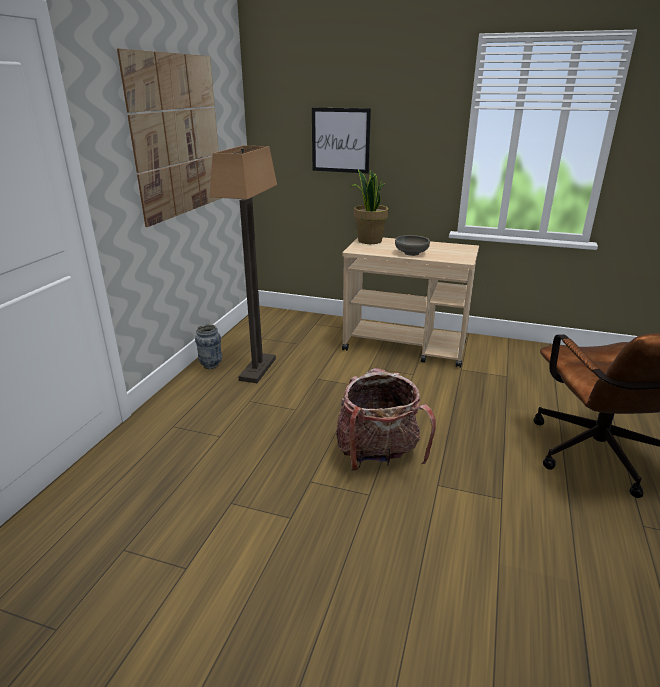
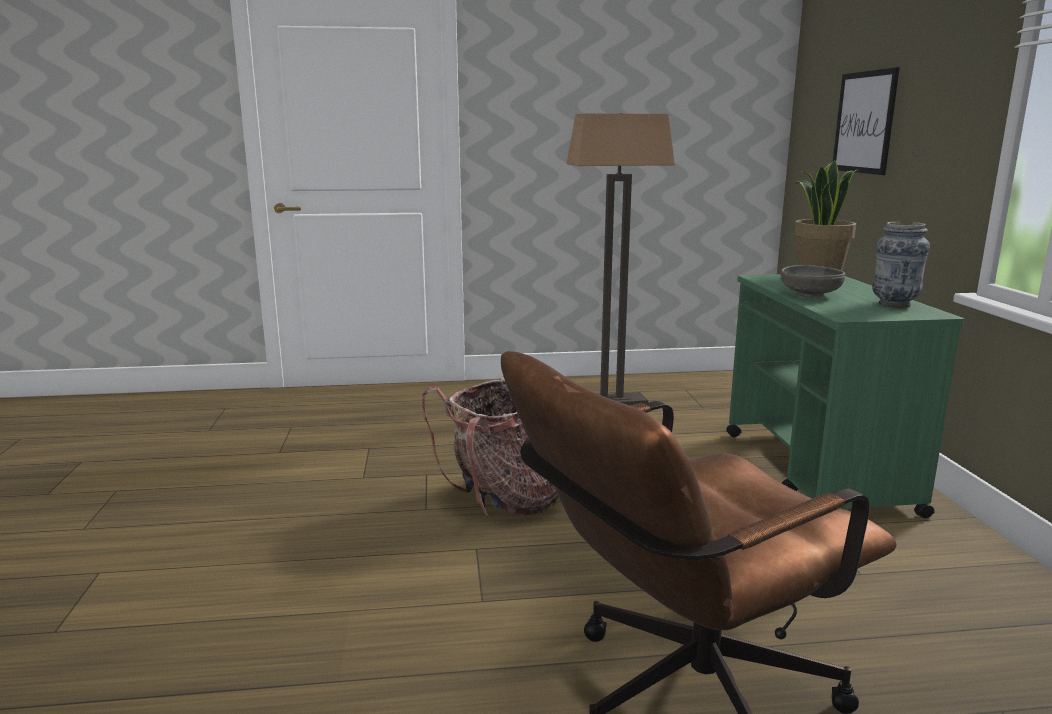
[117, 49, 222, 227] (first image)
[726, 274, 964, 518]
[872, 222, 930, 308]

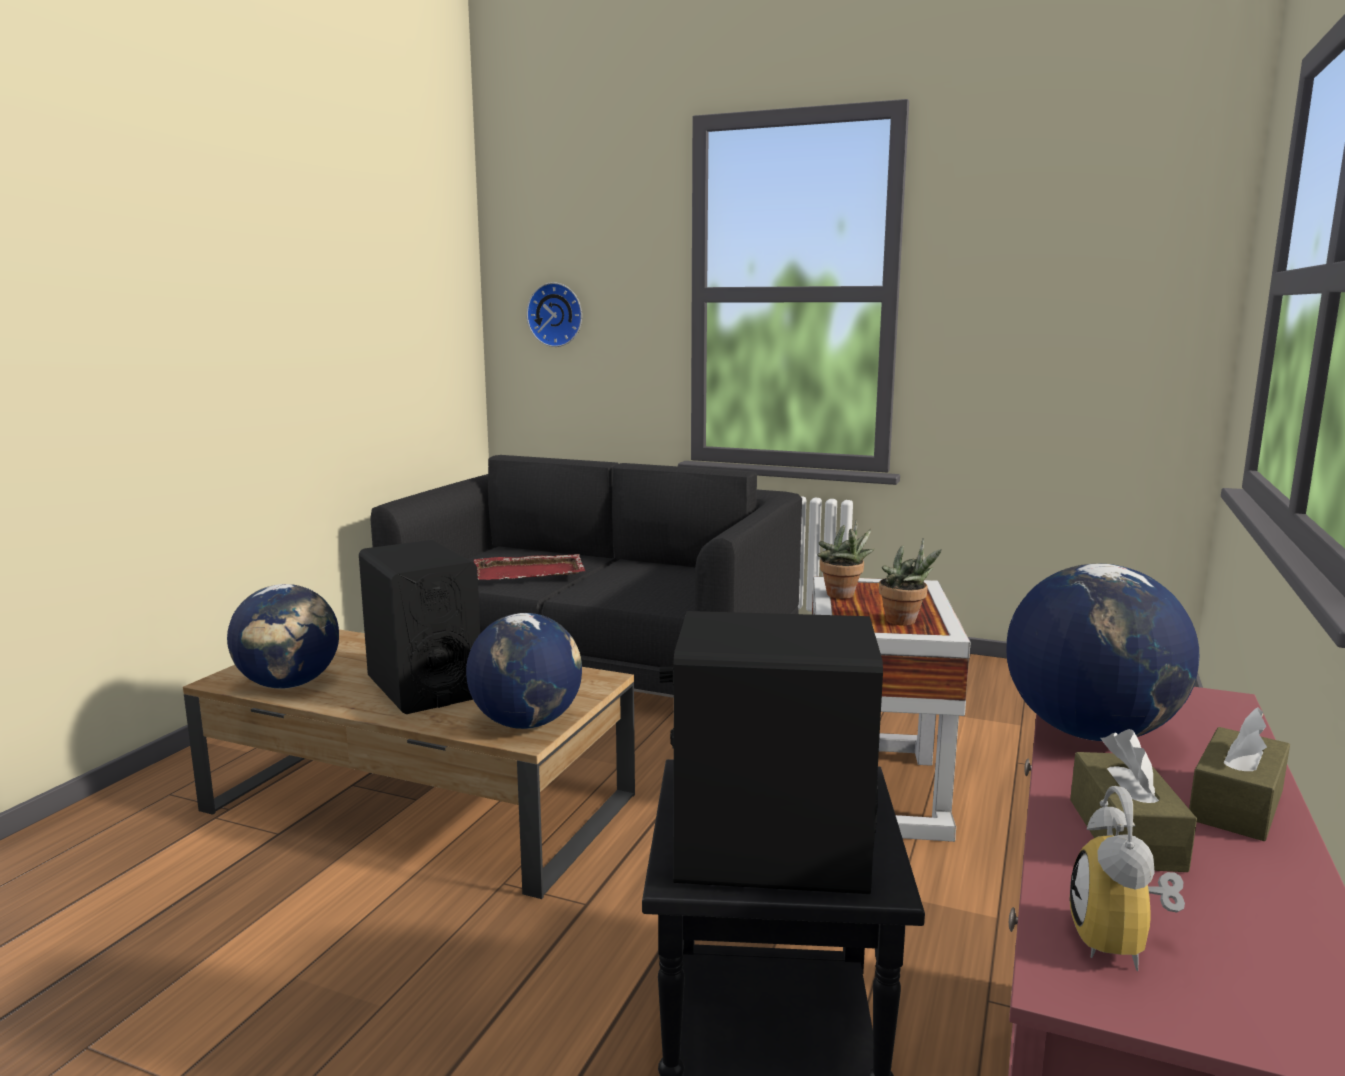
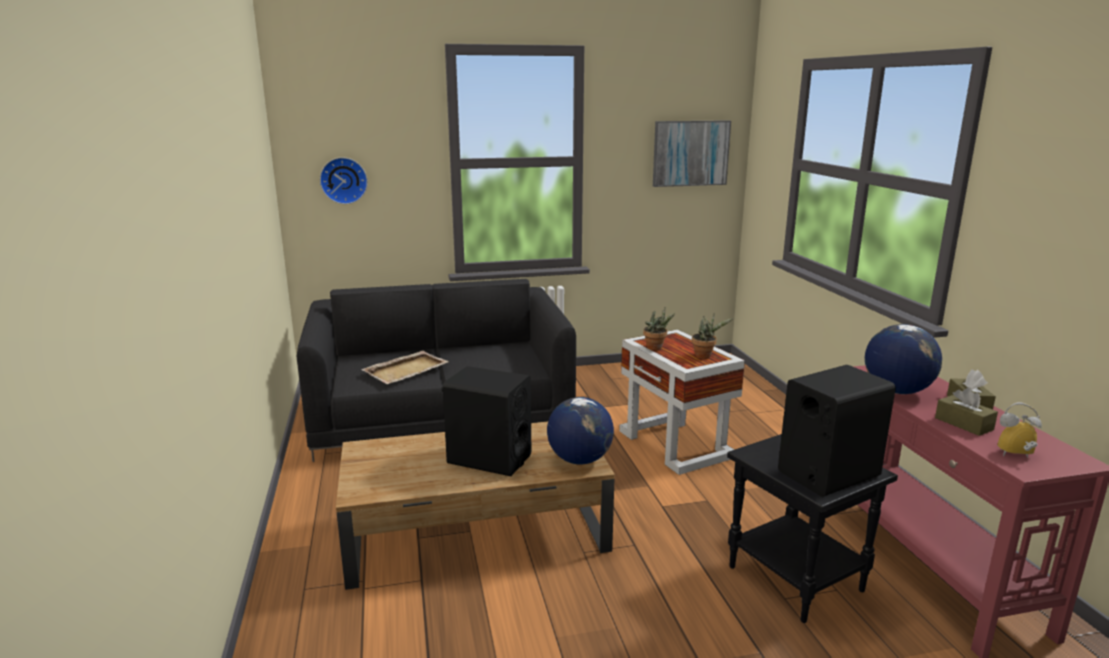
[361, 351, 449, 384]
[227, 584, 339, 689] (first image)
[997, 402, 1042, 458]
[653, 120, 731, 187]

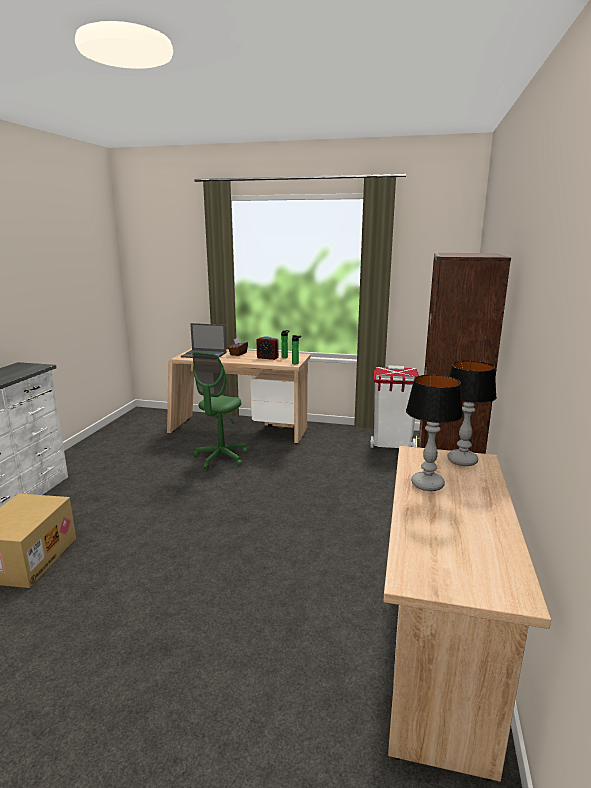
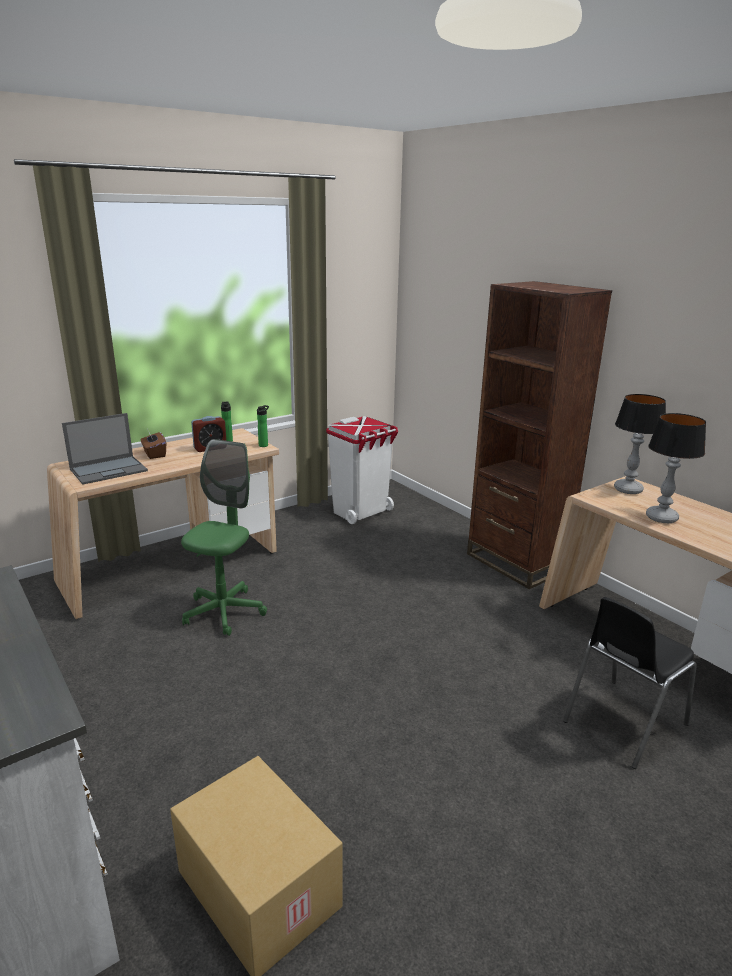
[181, 439, 267, 636]
[563, 597, 697, 769]

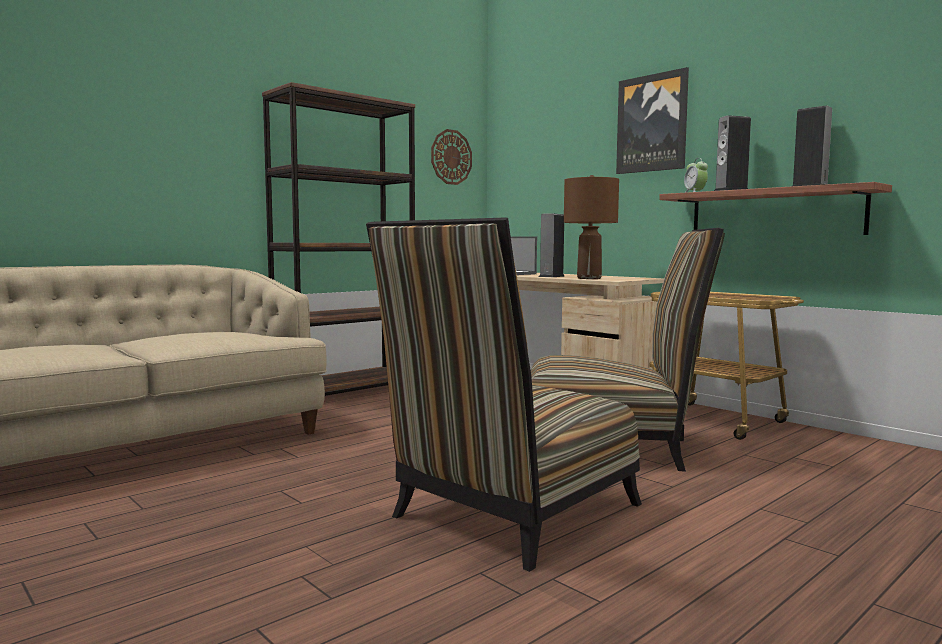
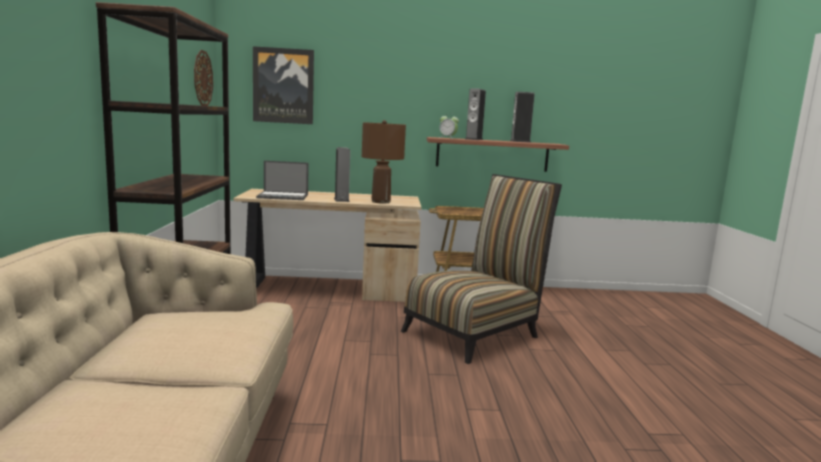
[253, 46, 314, 124]
[366, 217, 642, 572] (first image)

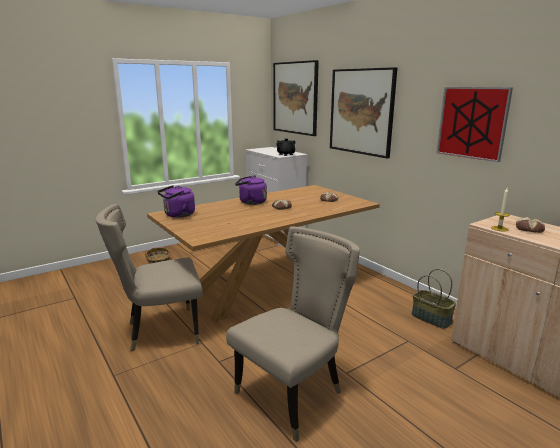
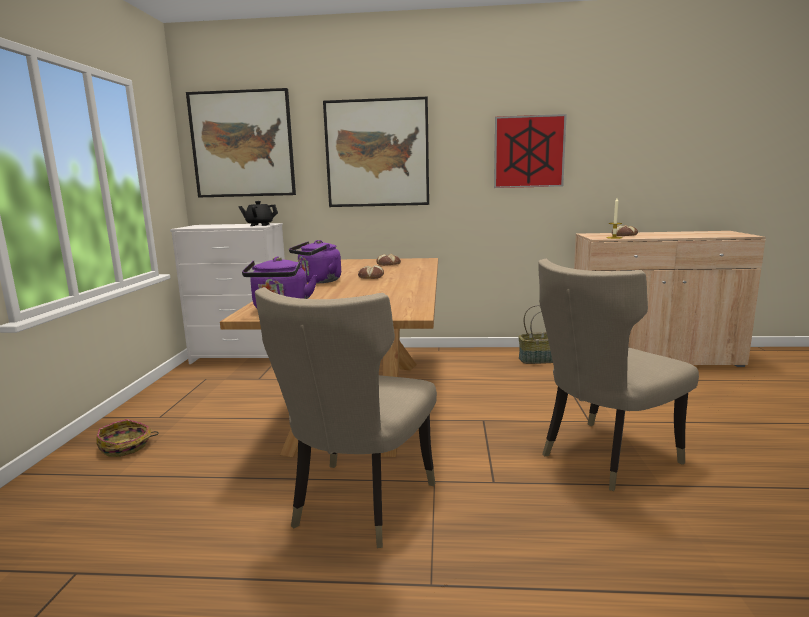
[538, 258, 699, 491]

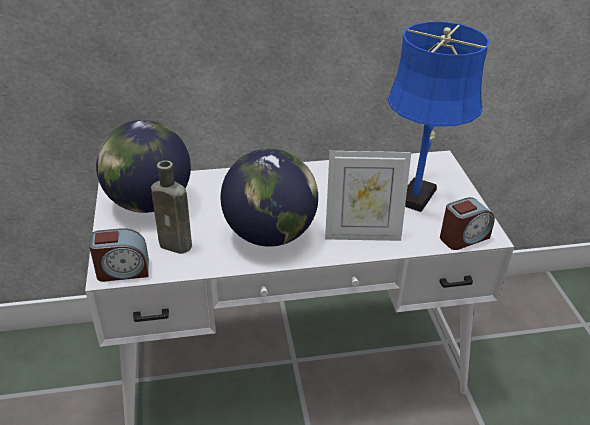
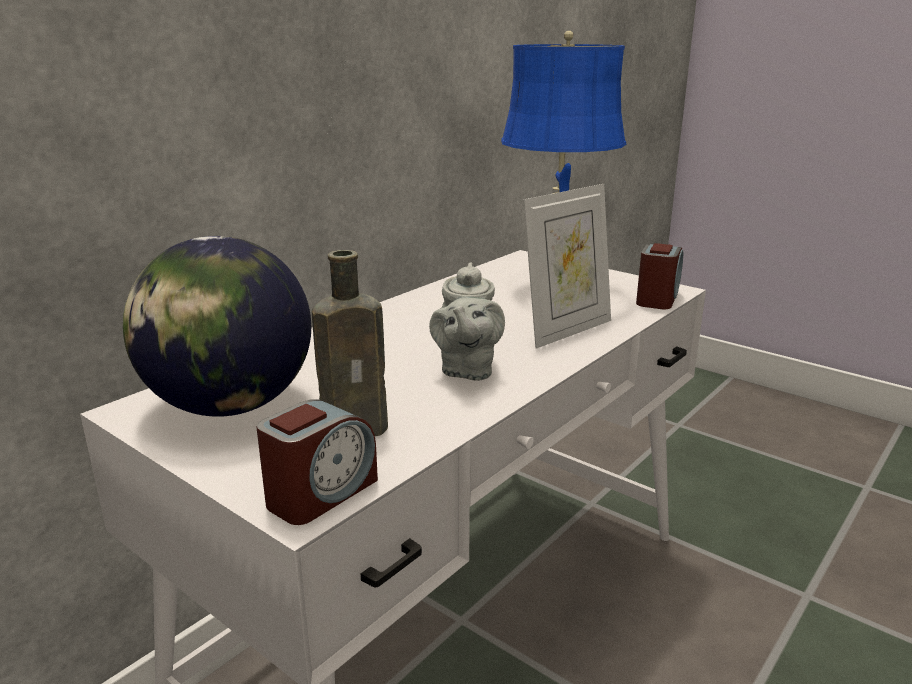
[429, 262, 505, 381]

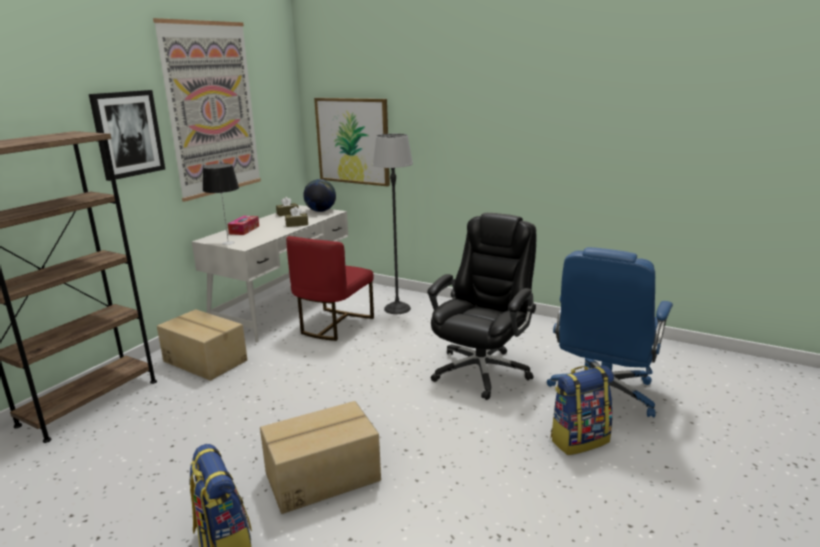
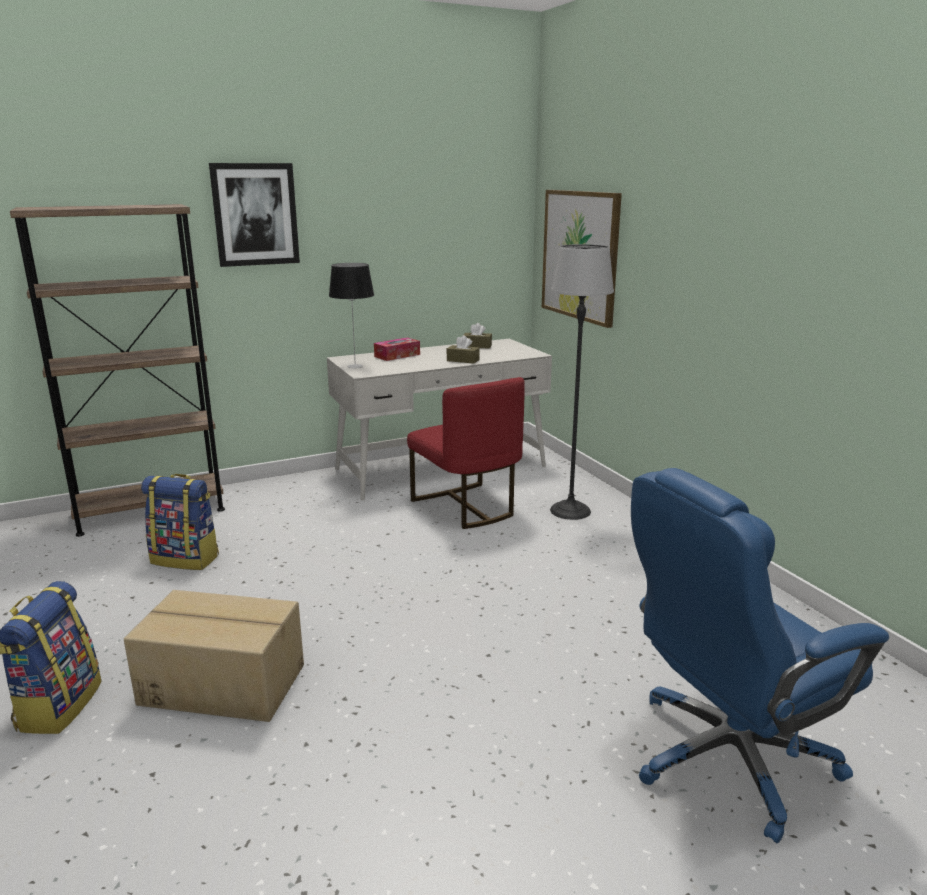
[153, 18, 261, 202] (first image)
[303, 179, 336, 212] (first image)
[427, 213, 536, 400] (first image)
[407, 377, 525, 529]
[157, 309, 247, 381] (first image)
[141, 474, 219, 570]

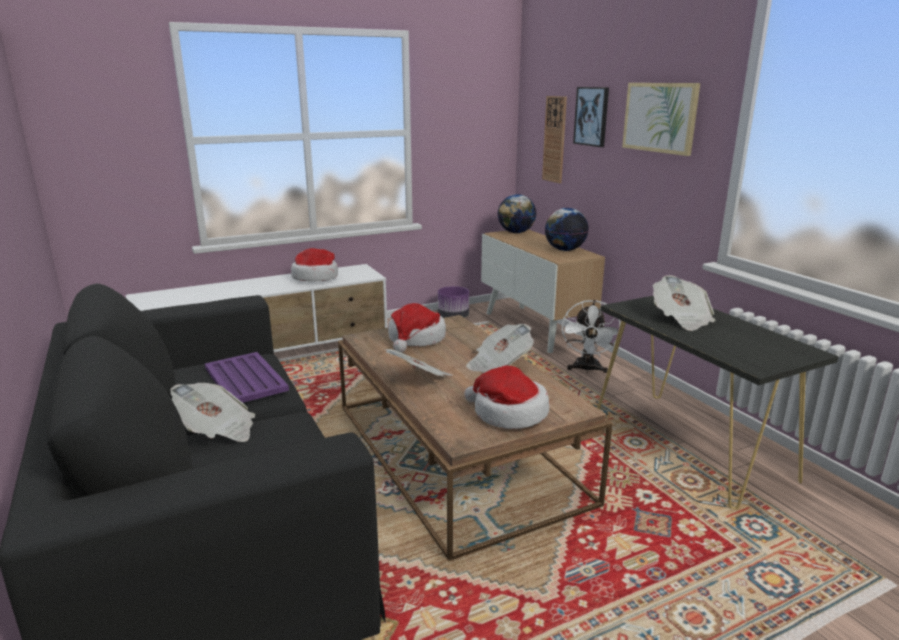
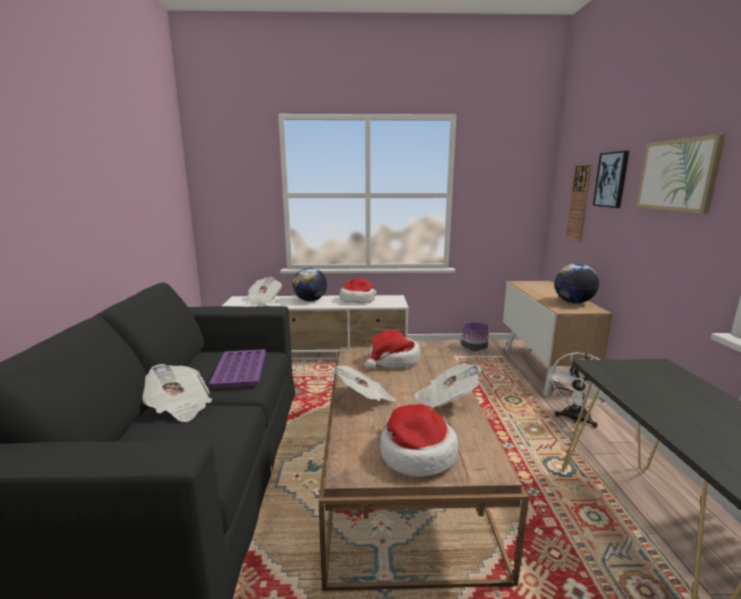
[293, 267, 327, 301]
[247, 277, 282, 306]

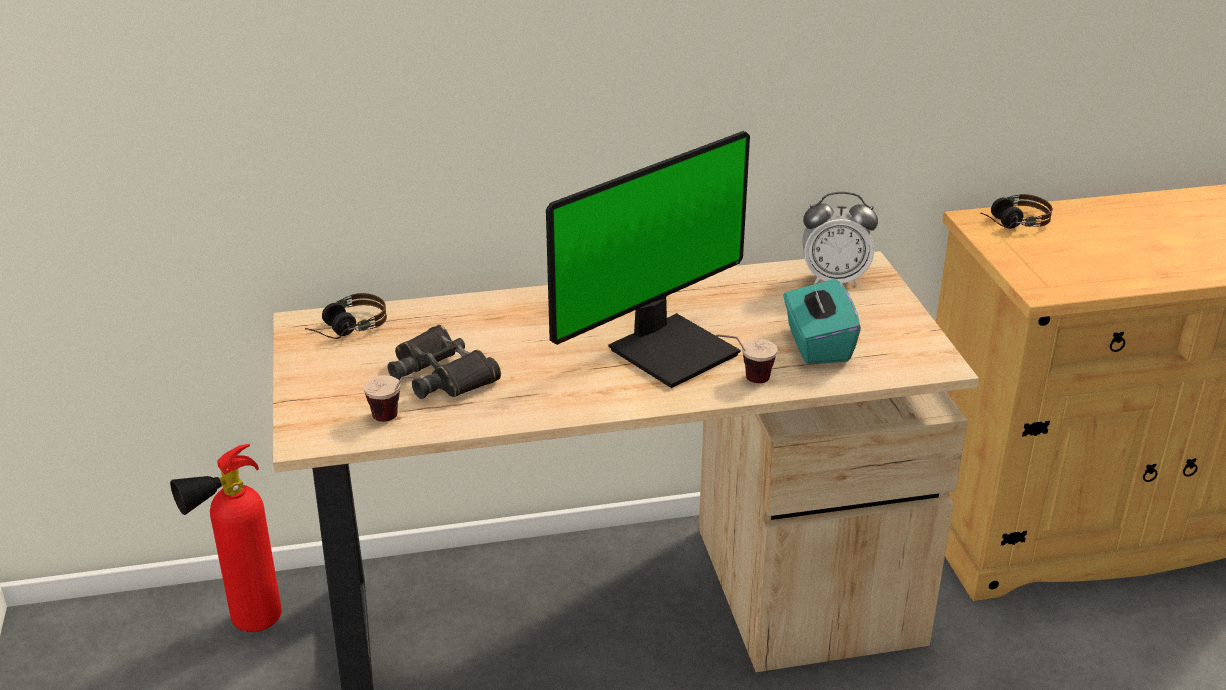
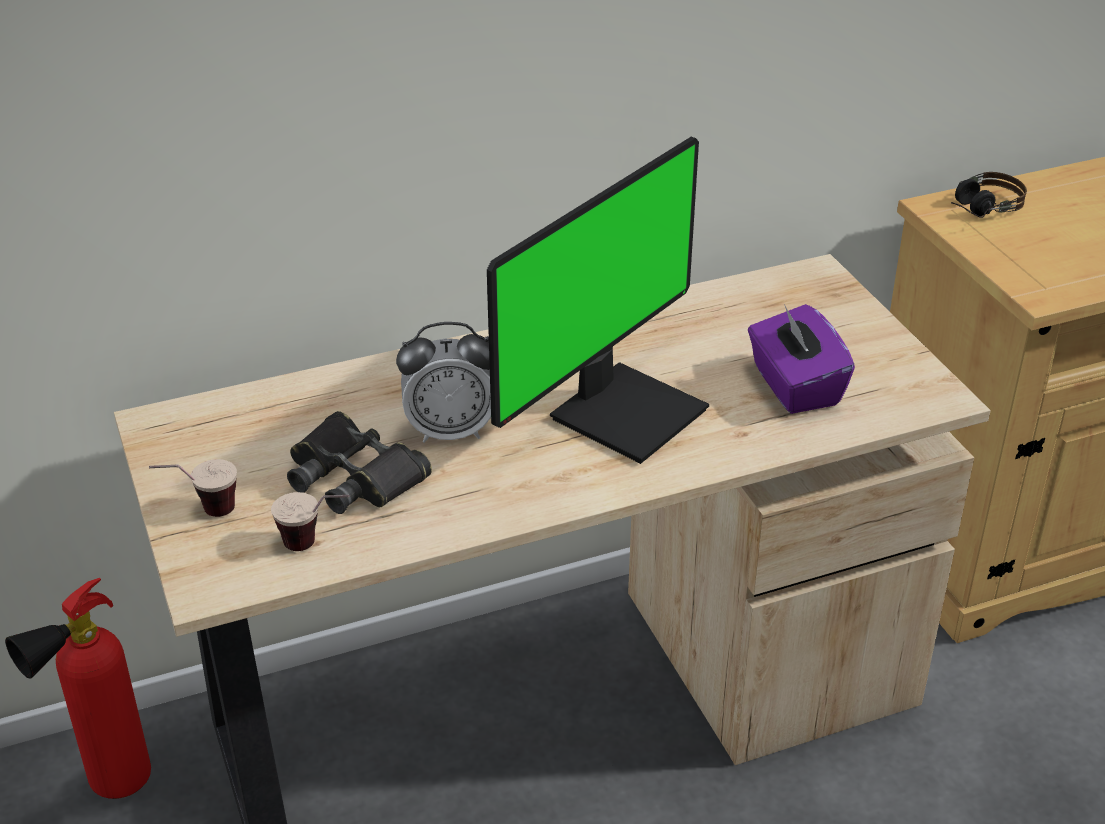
[396, 322, 491, 443]
[748, 304, 855, 414]
[305, 293, 387, 339] (first image)
[149, 459, 237, 517]

